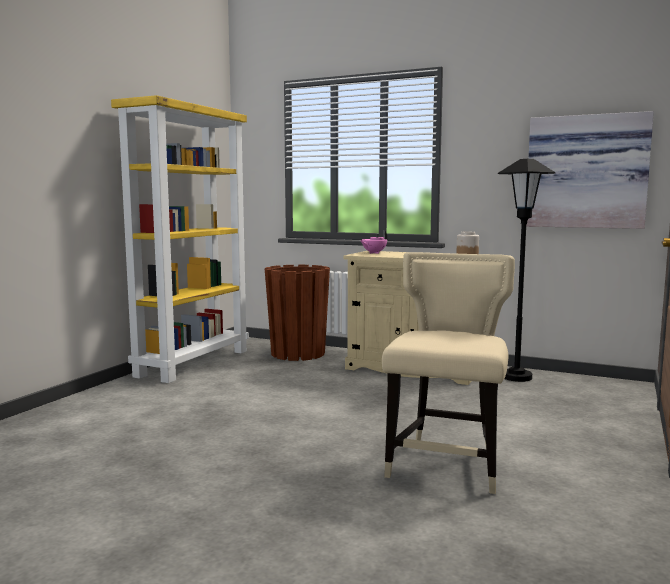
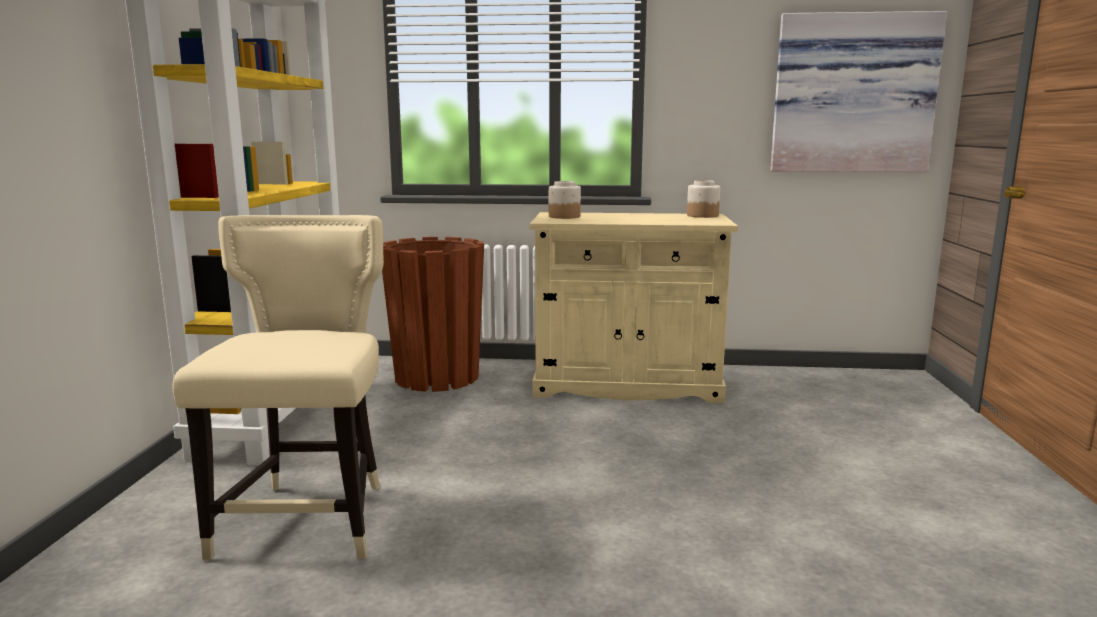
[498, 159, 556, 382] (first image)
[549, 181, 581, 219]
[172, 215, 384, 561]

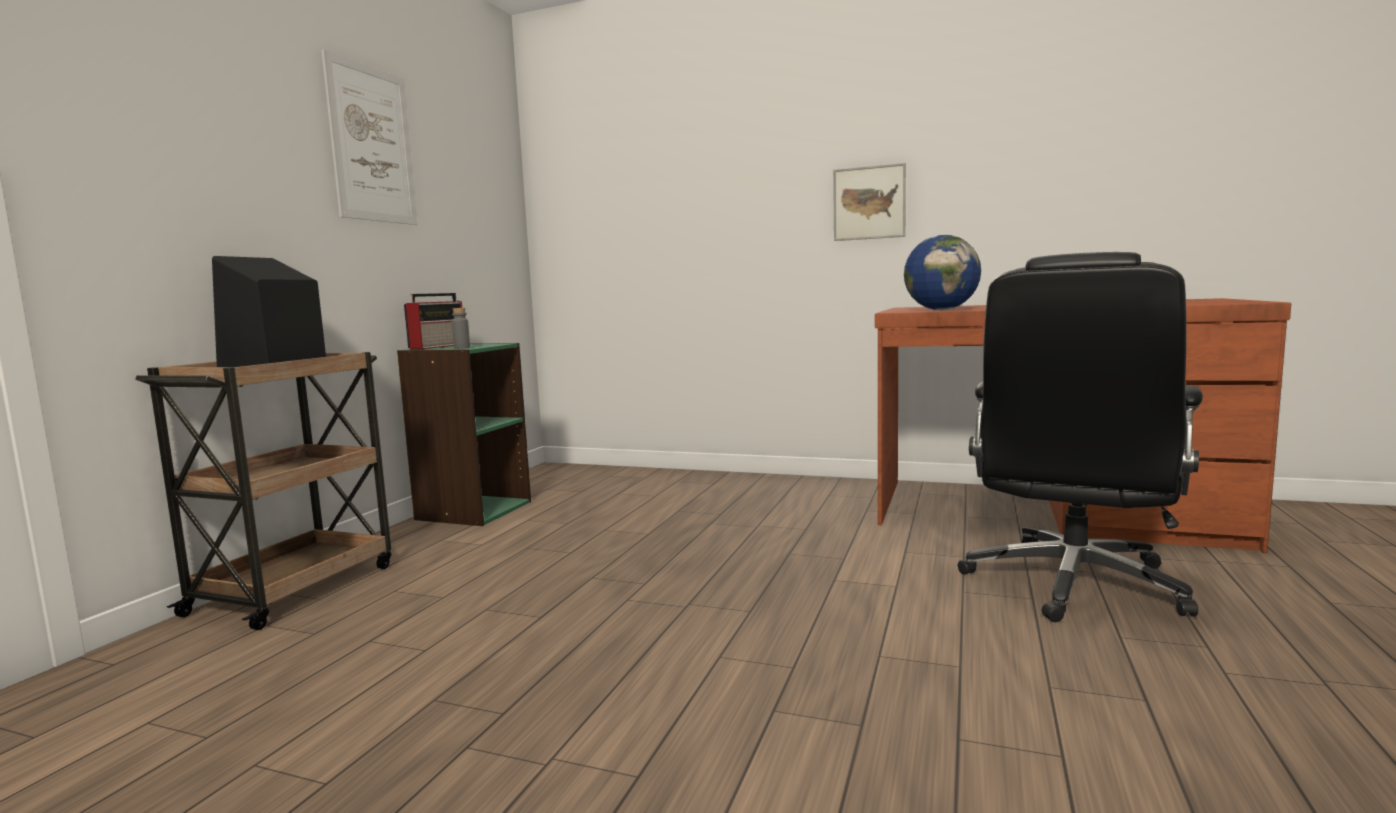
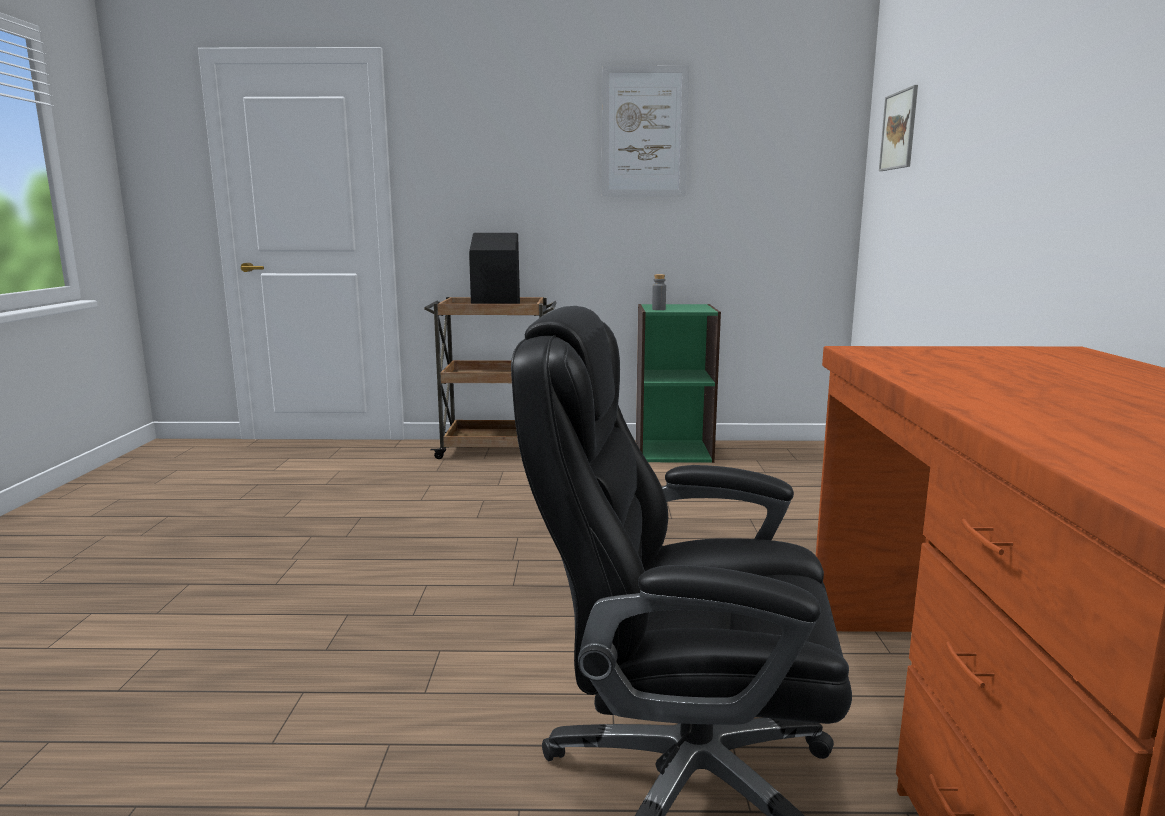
[879, 85, 918, 171]
[904, 235, 981, 310] (first image)
[404, 293, 462, 349] (first image)

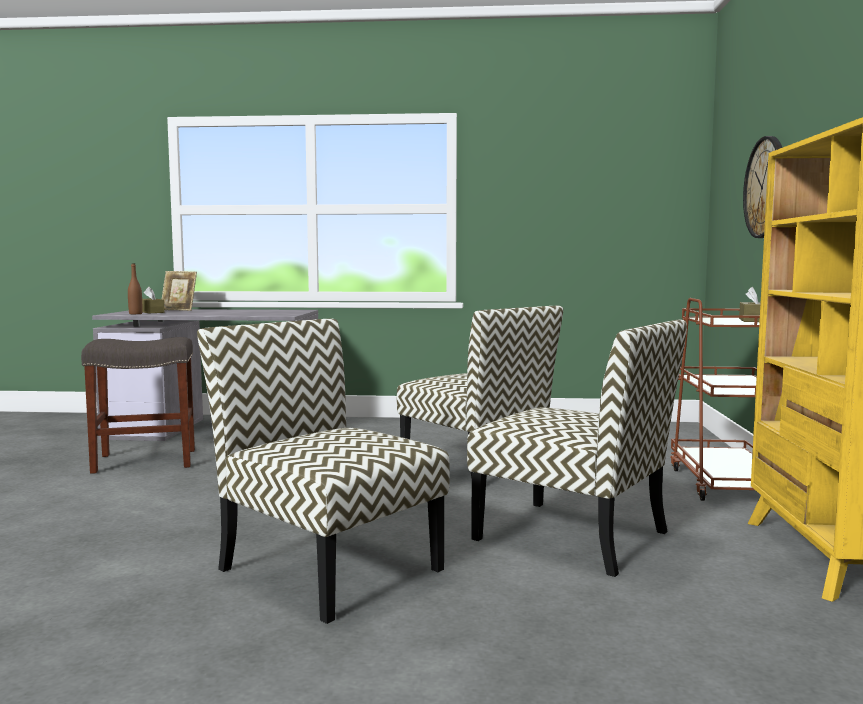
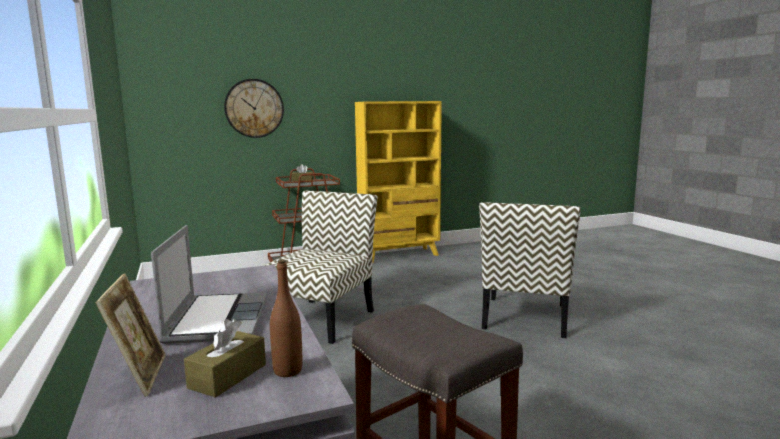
[467, 319, 687, 577] (first image)
[151, 225, 267, 344]

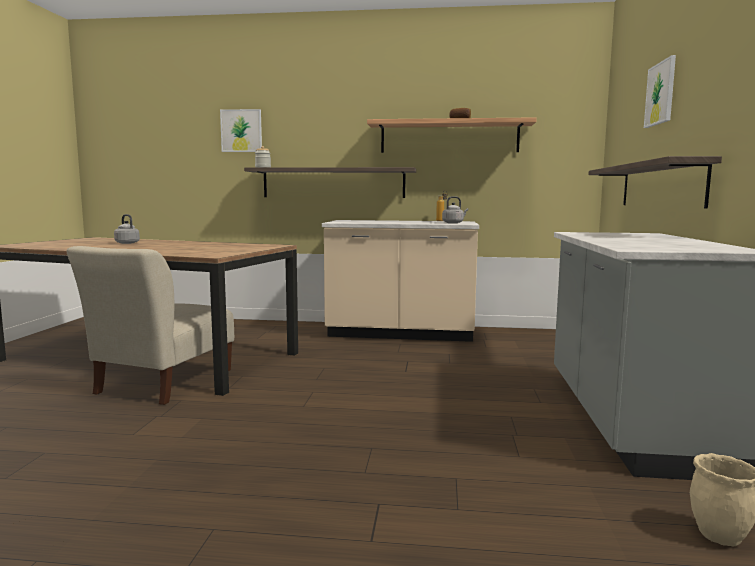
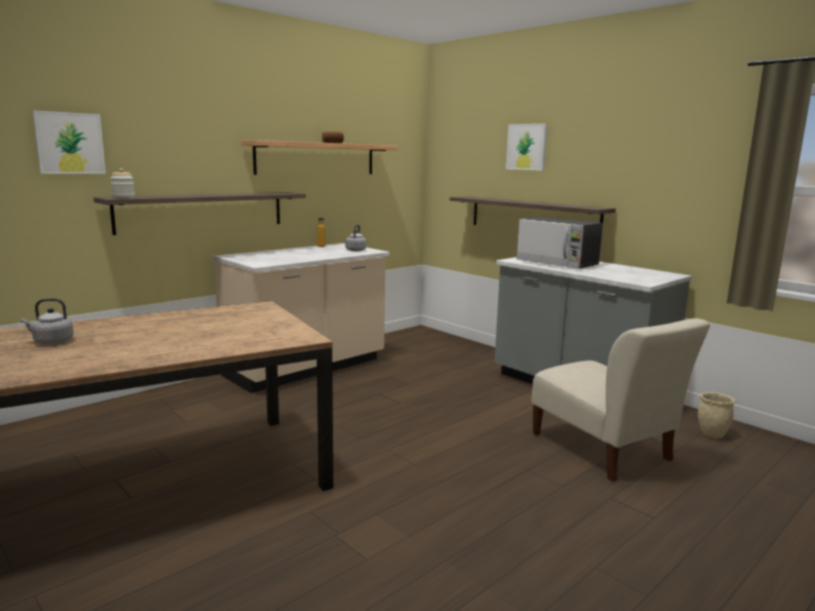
[532, 318, 710, 482]
[516, 217, 603, 269]

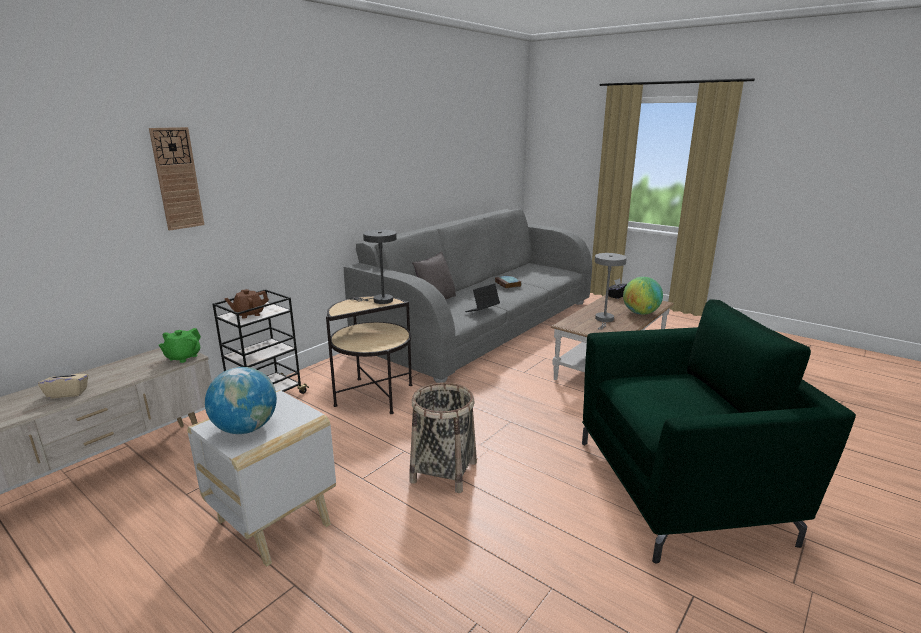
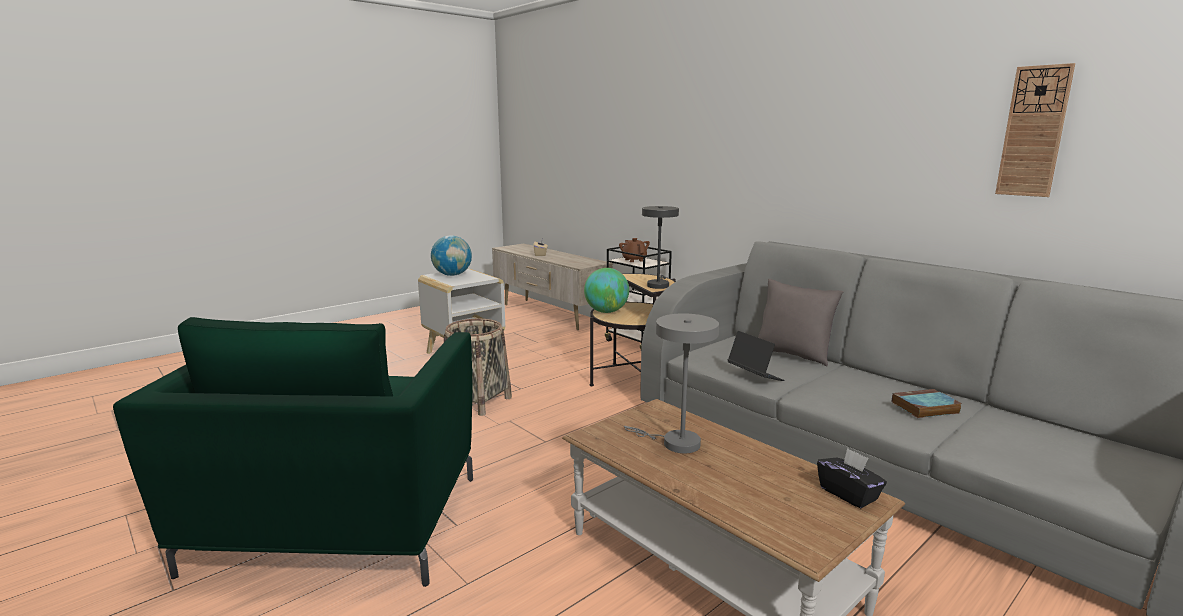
[995, 63, 1075, 197]
[584, 268, 629, 313]
[159, 328, 201, 363] (first image)

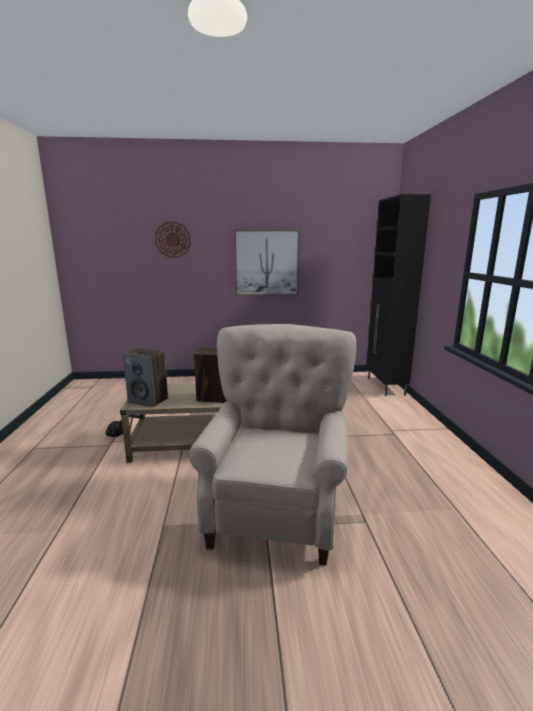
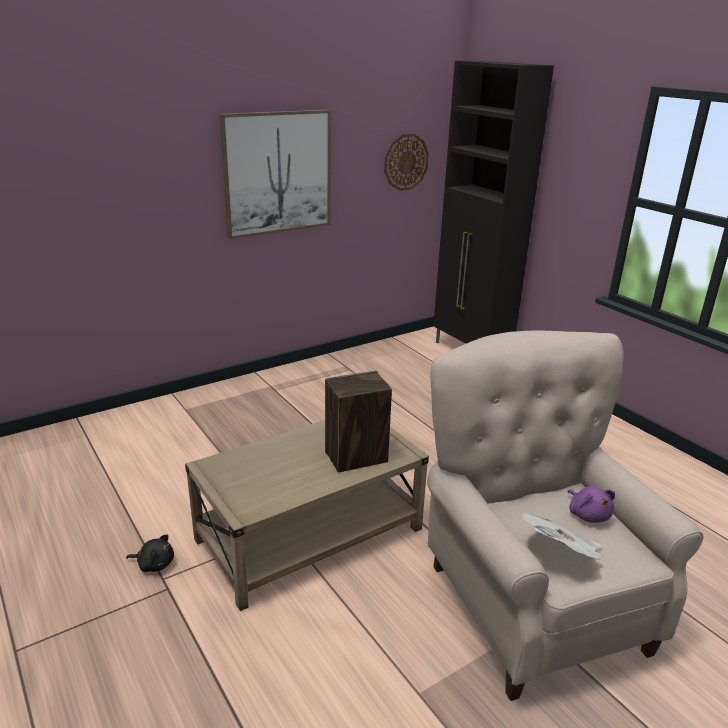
[384, 134, 429, 191]
[123, 348, 168, 407] (first image)
[568, 486, 615, 523]
[522, 512, 602, 560]

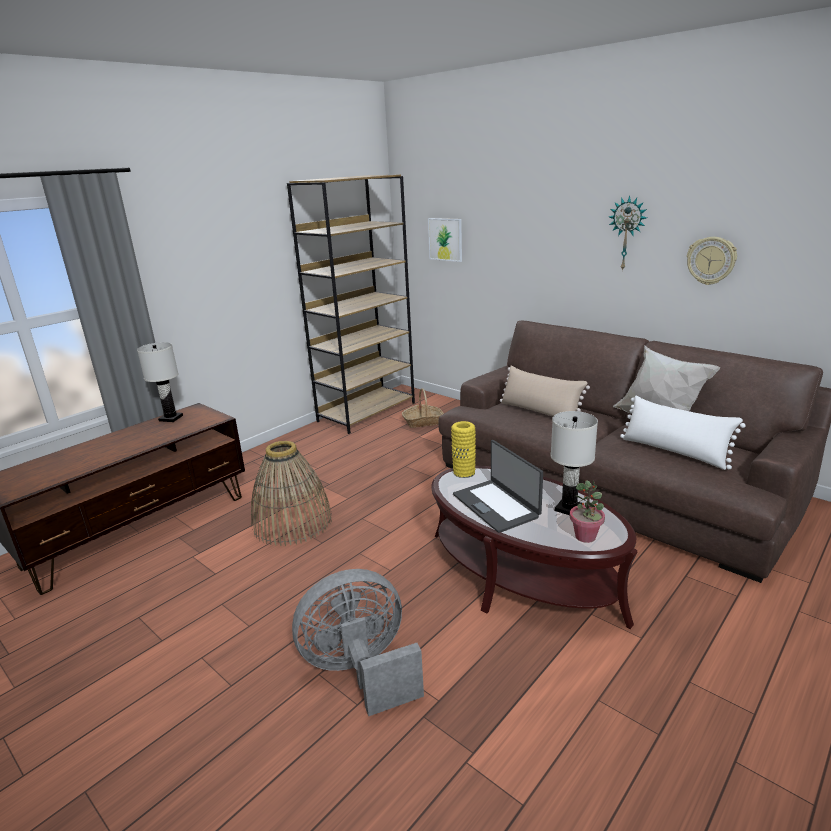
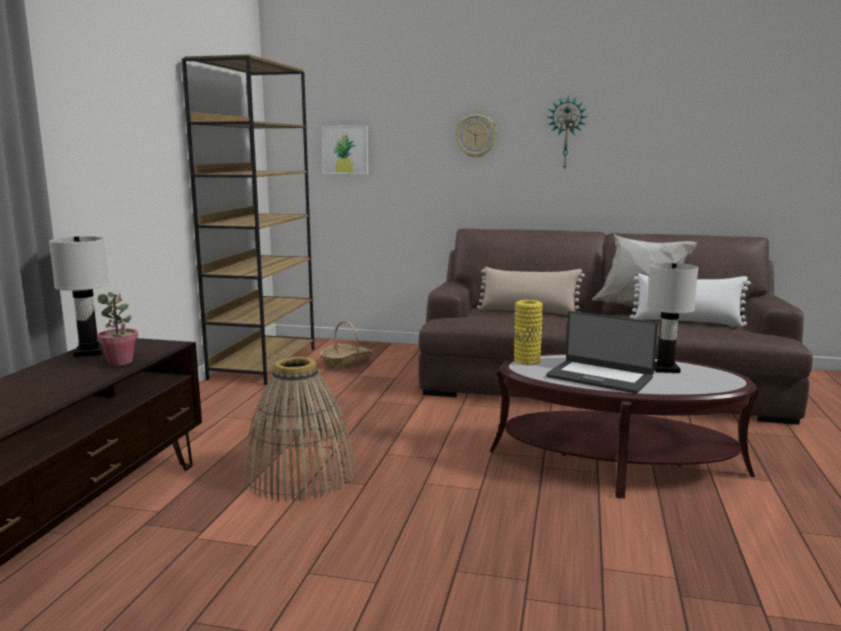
[455, 114, 497, 158]
[97, 292, 138, 366]
[292, 569, 424, 716] (first image)

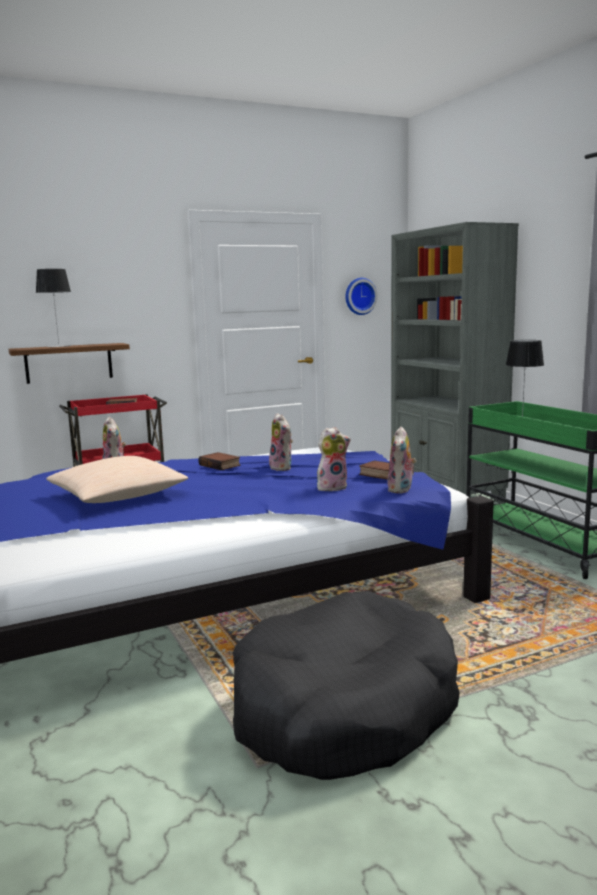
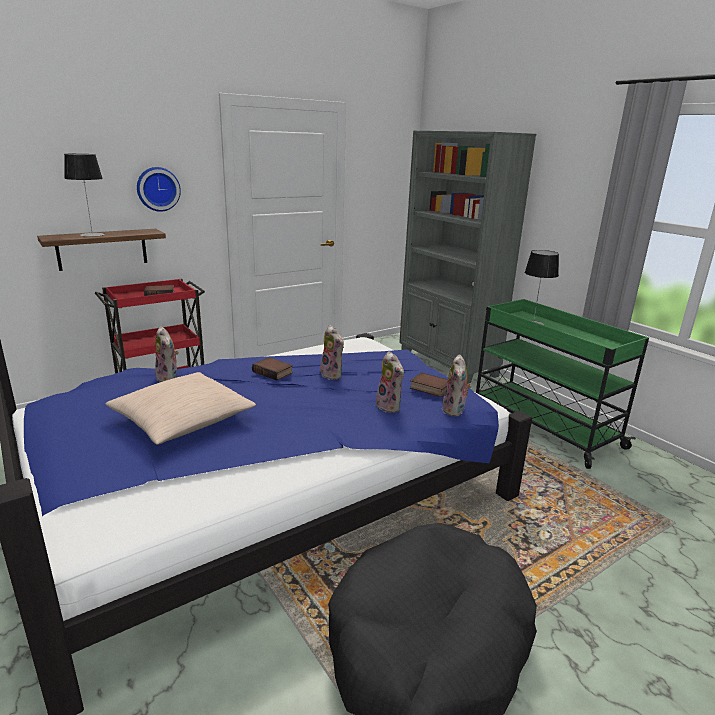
[137, 167, 181, 212]
[374, 351, 404, 413]

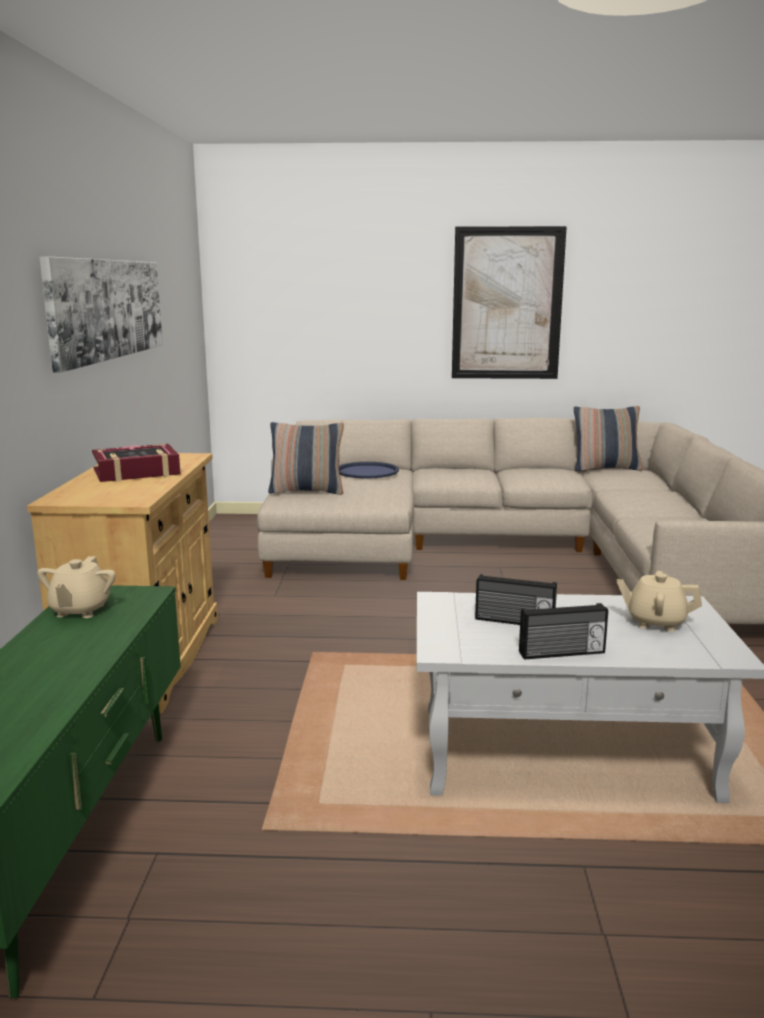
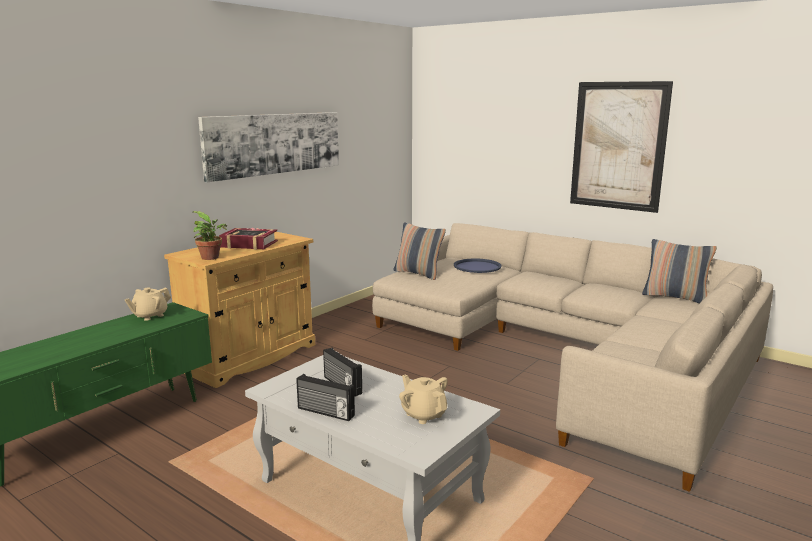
[193, 211, 227, 260]

